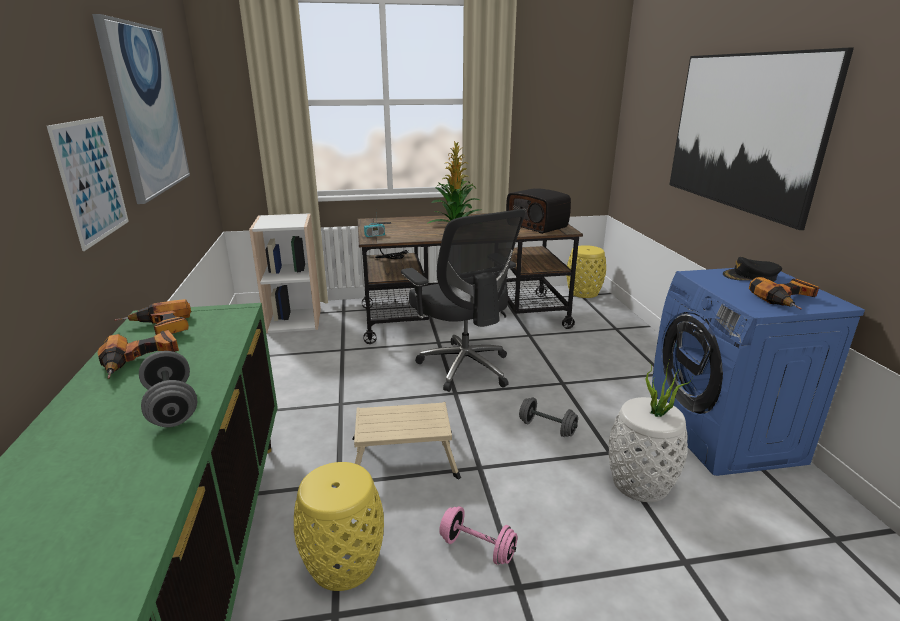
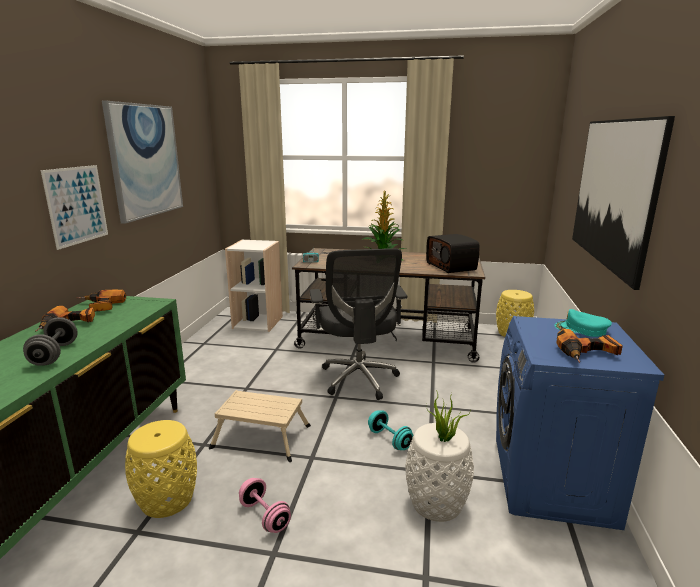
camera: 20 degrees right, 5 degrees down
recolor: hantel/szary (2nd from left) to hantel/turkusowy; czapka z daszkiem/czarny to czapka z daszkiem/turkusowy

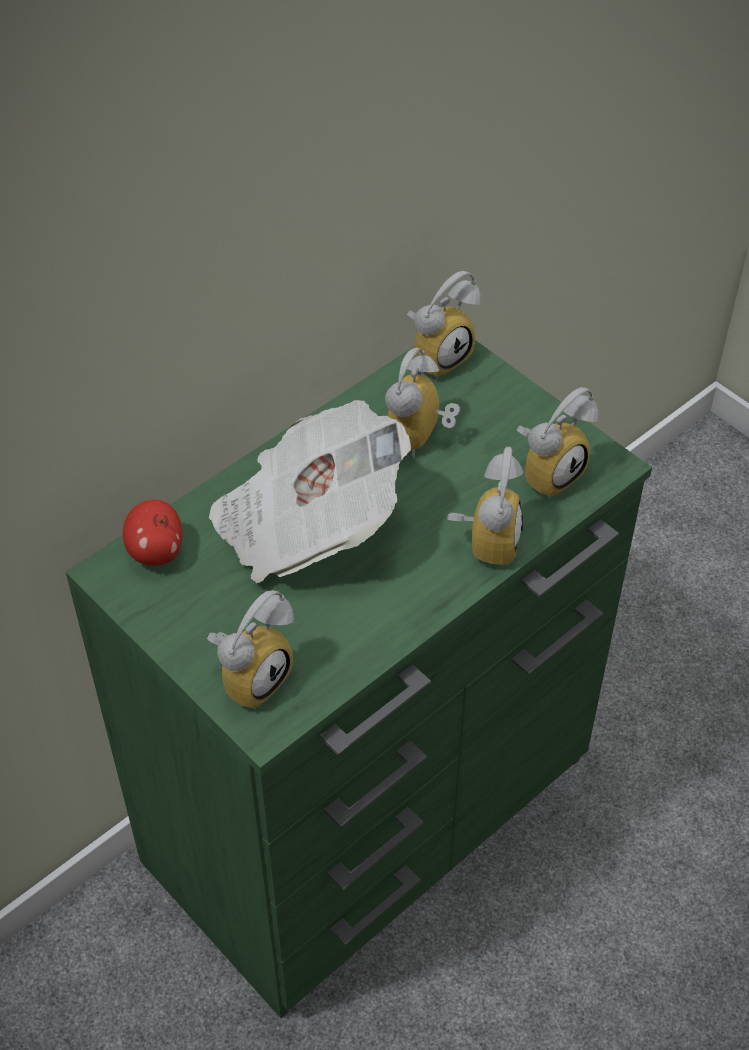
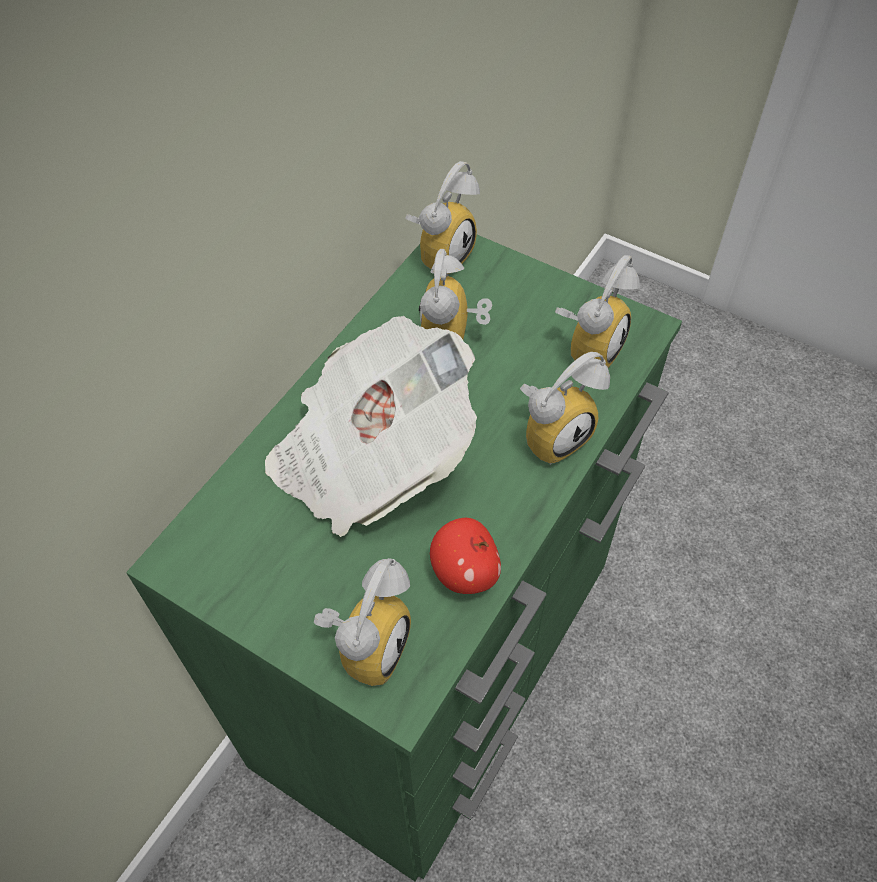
camera: 15 degrees left, 5 degrees up
move: jabłko
rotate: budzik (4th from left) 60 degrees clockwise

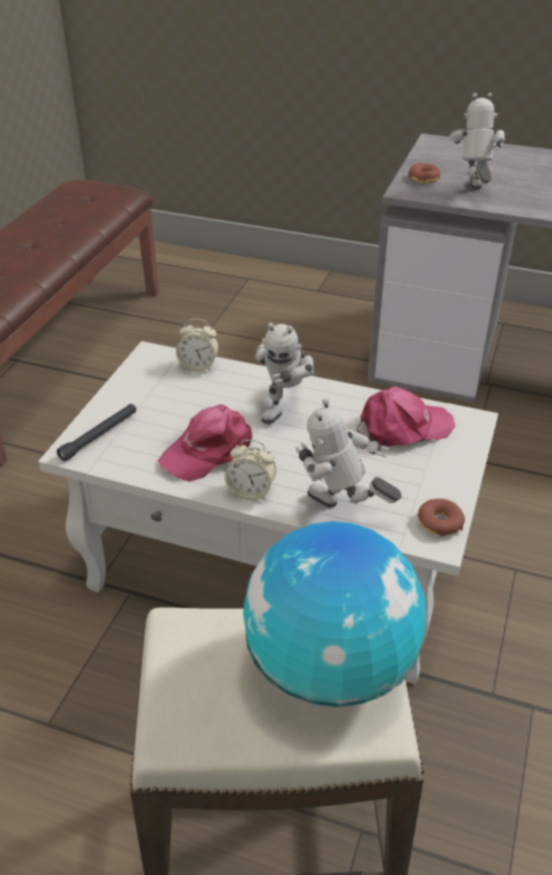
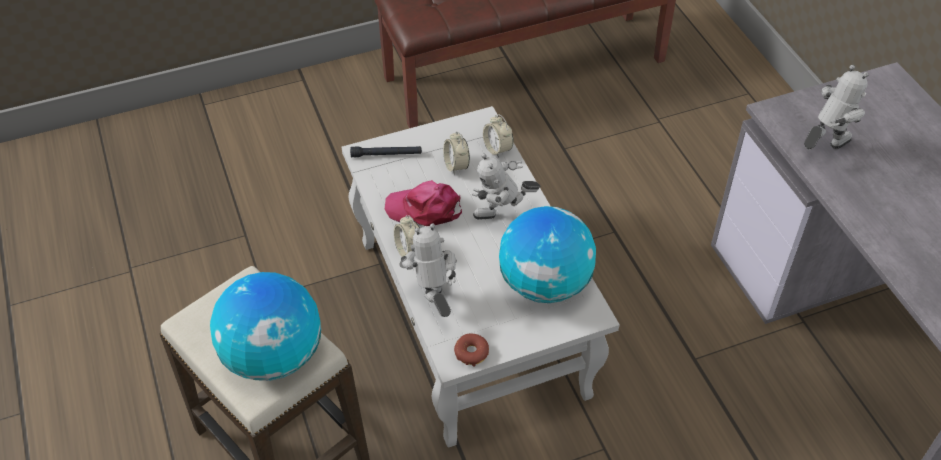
camera: 50 degrees right, 10 degrees up
delete: donut (1st from left)
insert: budzik (2nd from left)
replace: czapka z daszkiem/różowy (2nd from left) to globus (2nd from left)

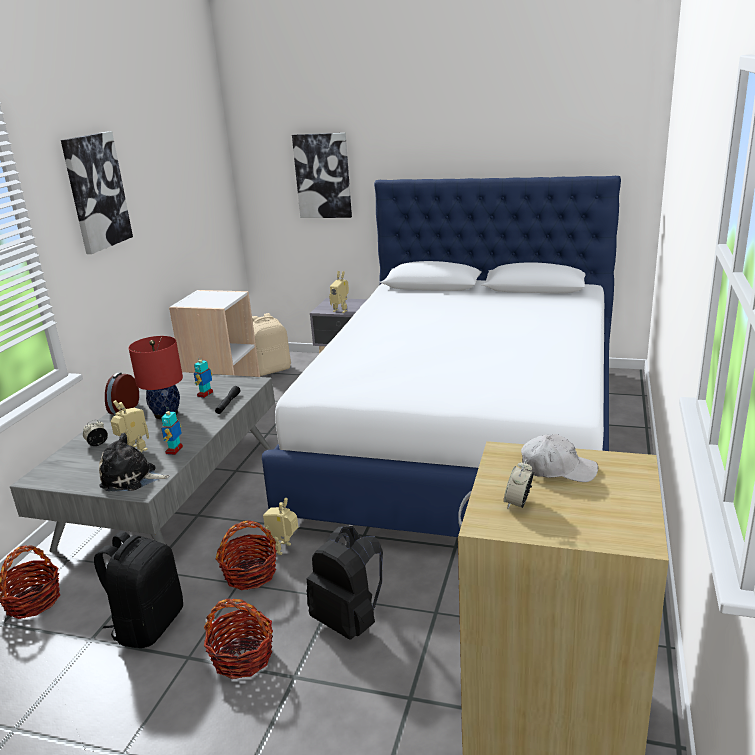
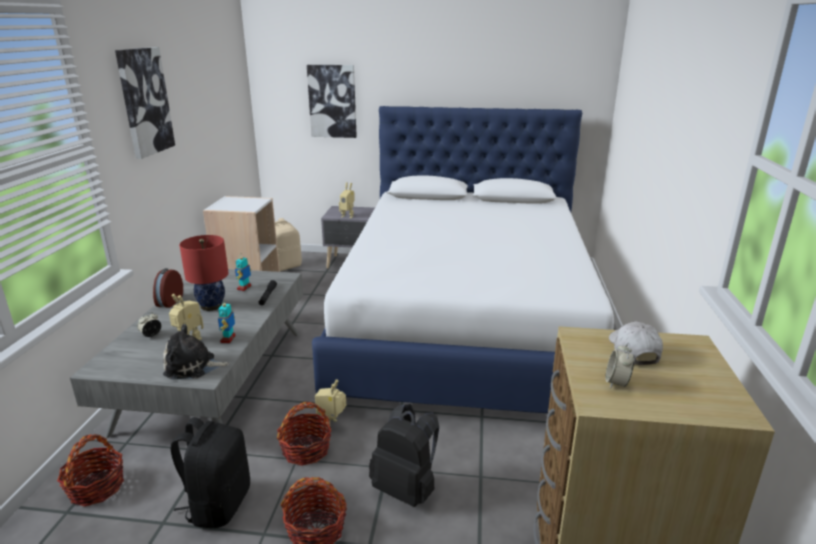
camera: 10 degrees left, 0 degrees up
rotate: czapka z daszkiem/biały 90 degrees counterclockwise

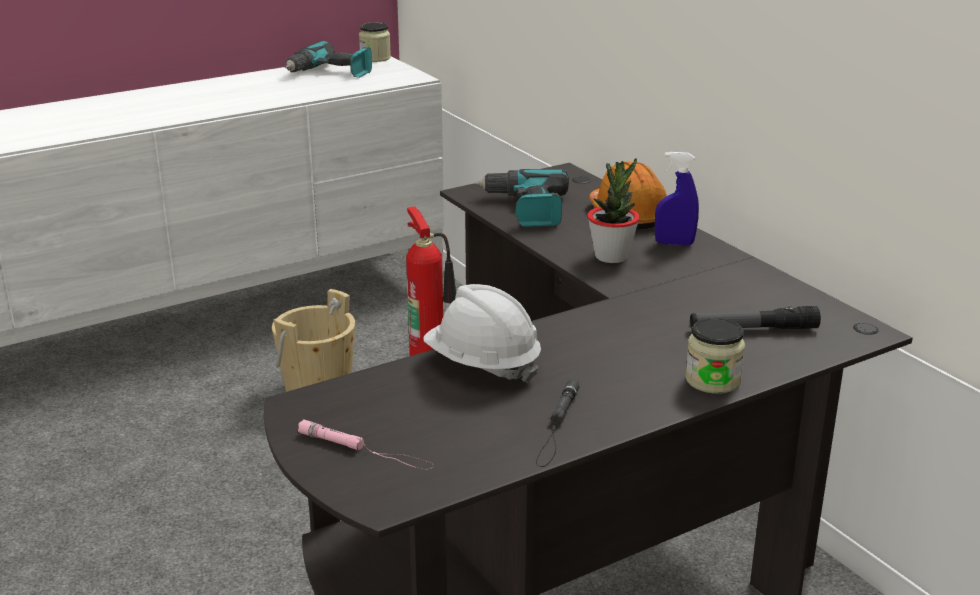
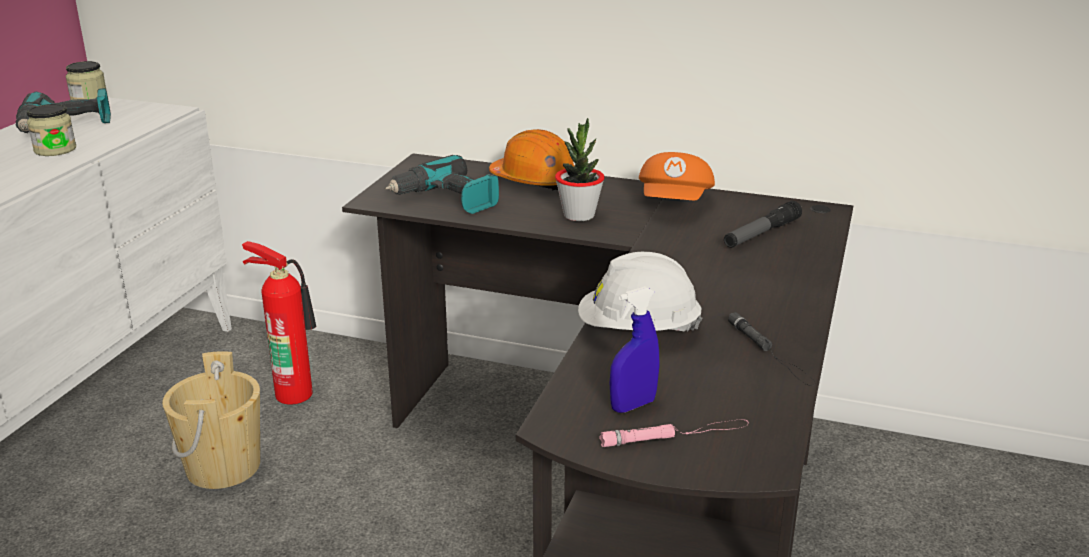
camera: 40 degrees left, 0 degrees up
insert: czapka z daszkiem/pomarańczowy
move: spryskiwacz/niebieski; słoik (2nd from left in the first image) to słoik (1st from left)

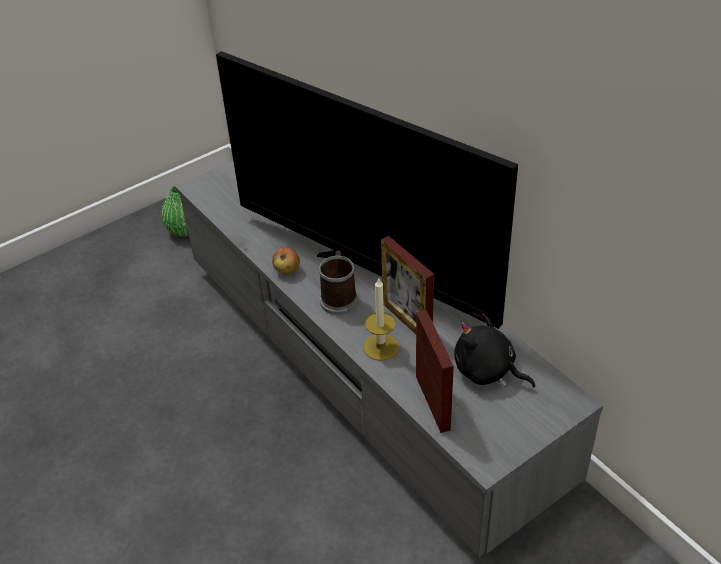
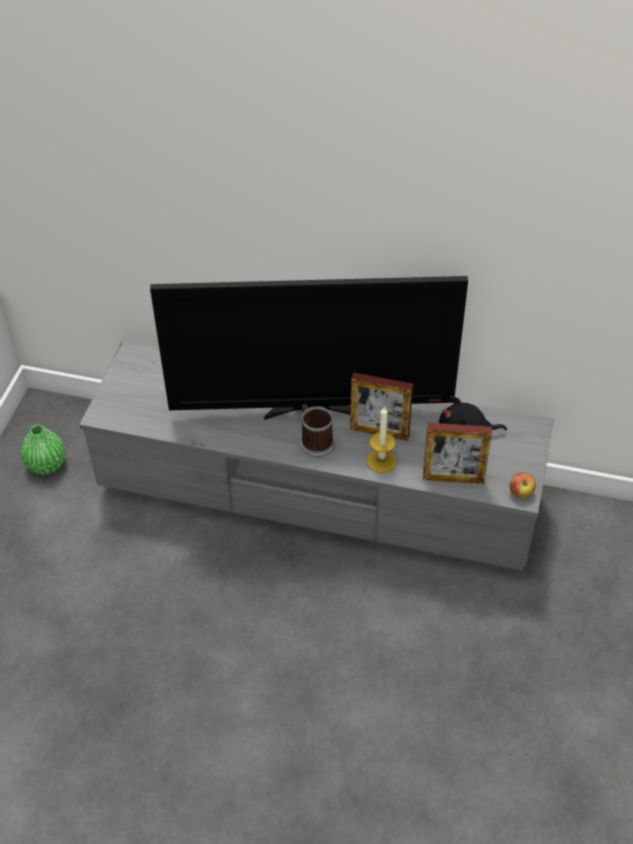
camera: 40 degrees left, 5 degrees up
move: jabłko
rotate: ramka na zdjęcie (2nd from left) 150 degrees clockwise

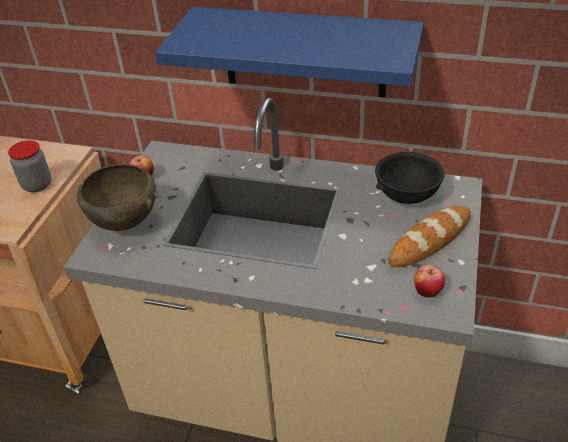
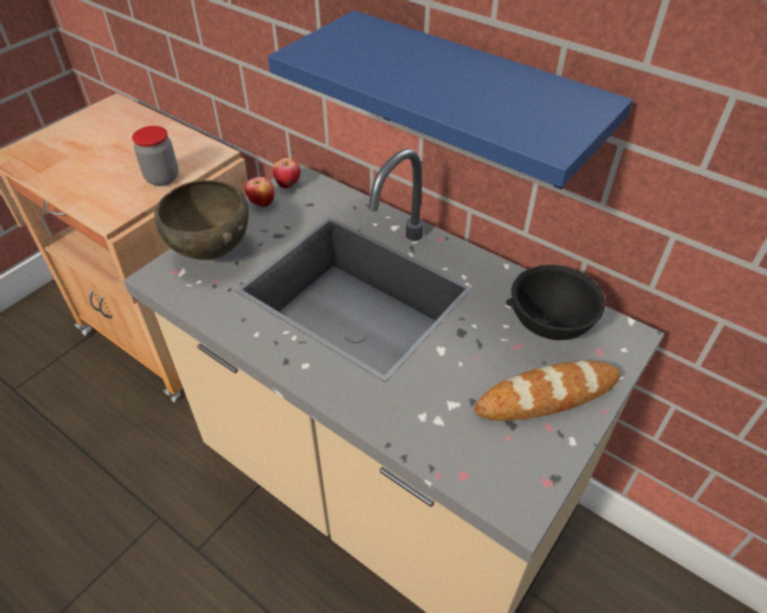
camera: 20 degrees right, 5 degrees up
move: jabłko (2nd from left)

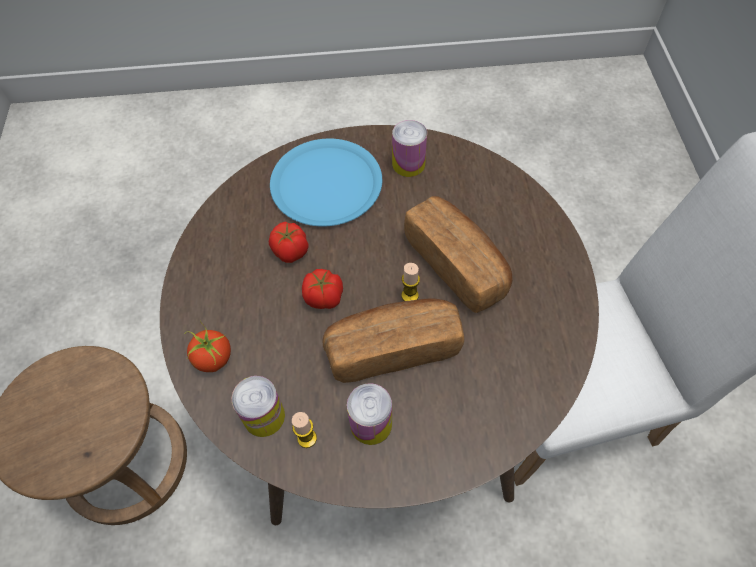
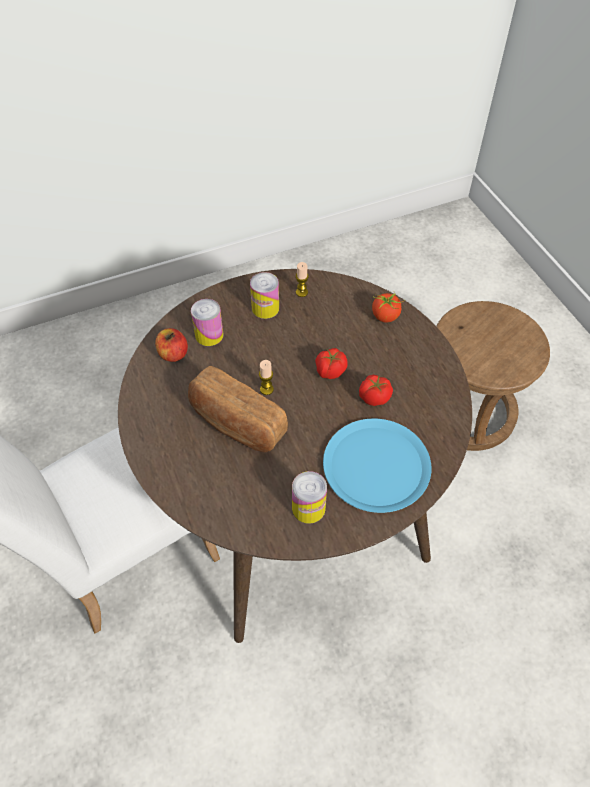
camera: 160 degrees right, 5 degrees down
delete: chleb (1st from left)
insert: jabłko
move: puszka (1st from left)

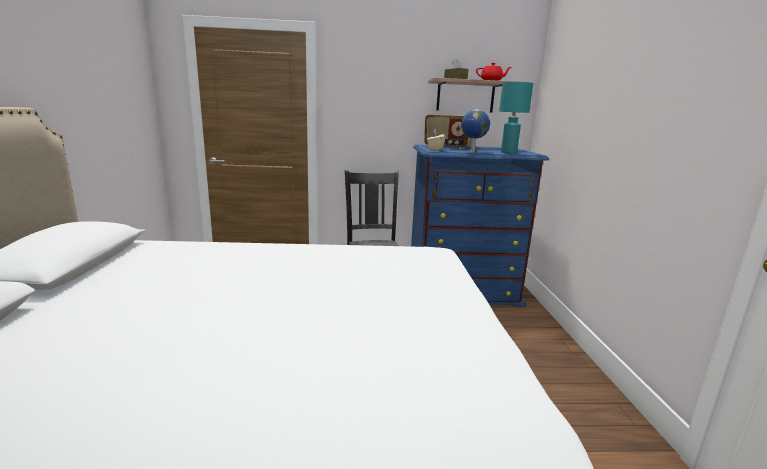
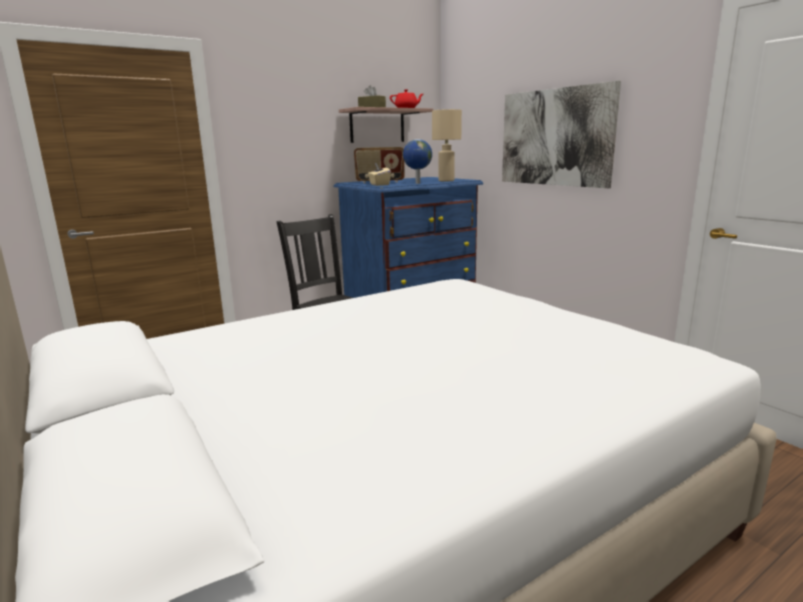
camera: 30 degrees left, 0 degrees up
insert: obraz
recolor: lampa stołowa/turkusowy to lampa stołowa/beżowy

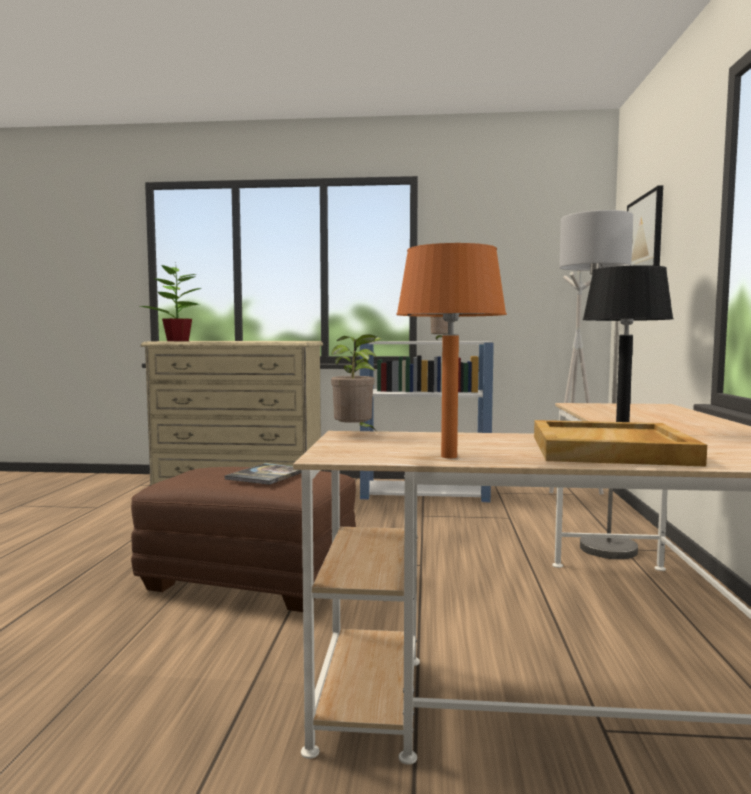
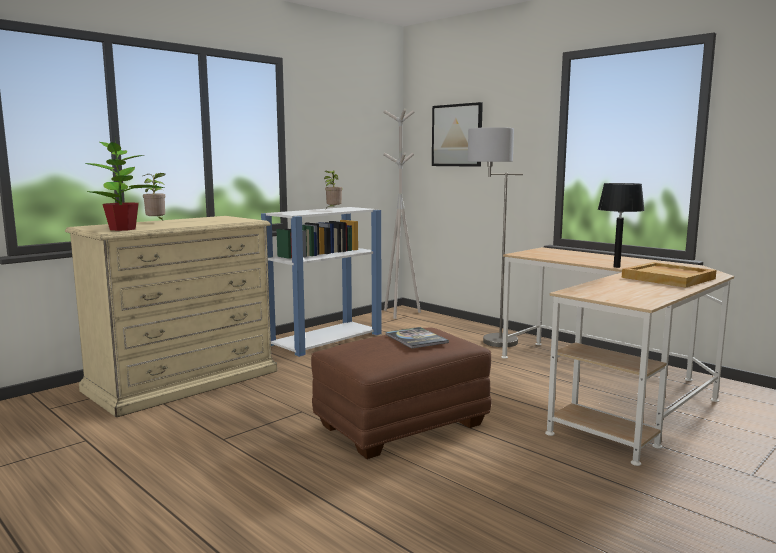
camera: 50 degrees left, 5 degrees up
delete: lampa stołowa/pomarańczowy
move: roślina doniczkowa (2nd from left)

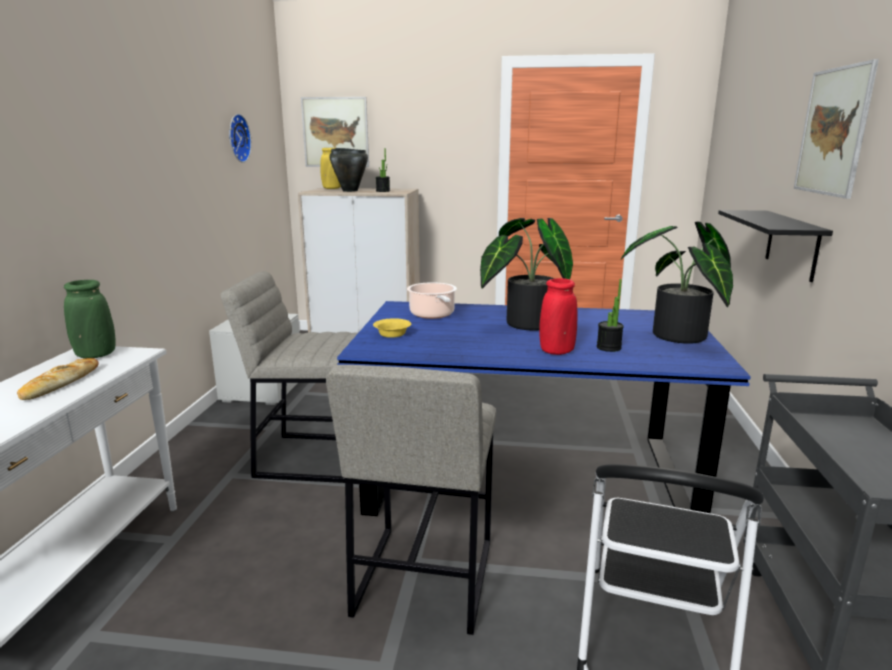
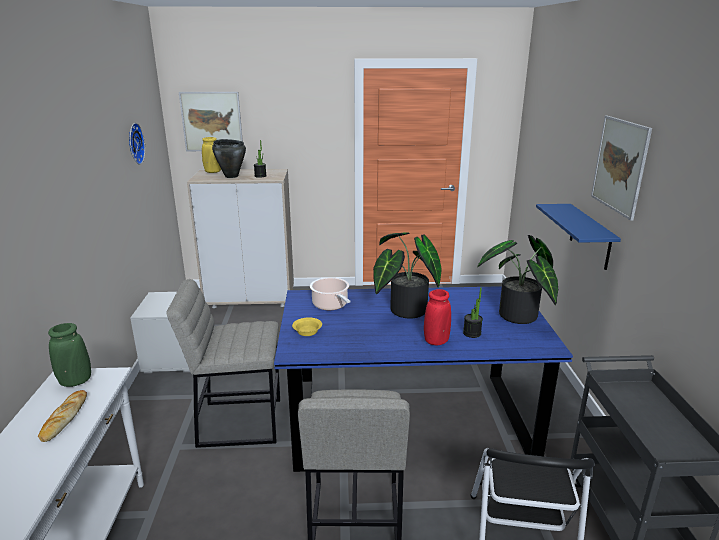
camera: 10 degrees left, 5 degrees up
recolor: półka/czarny to półka/niebieski

